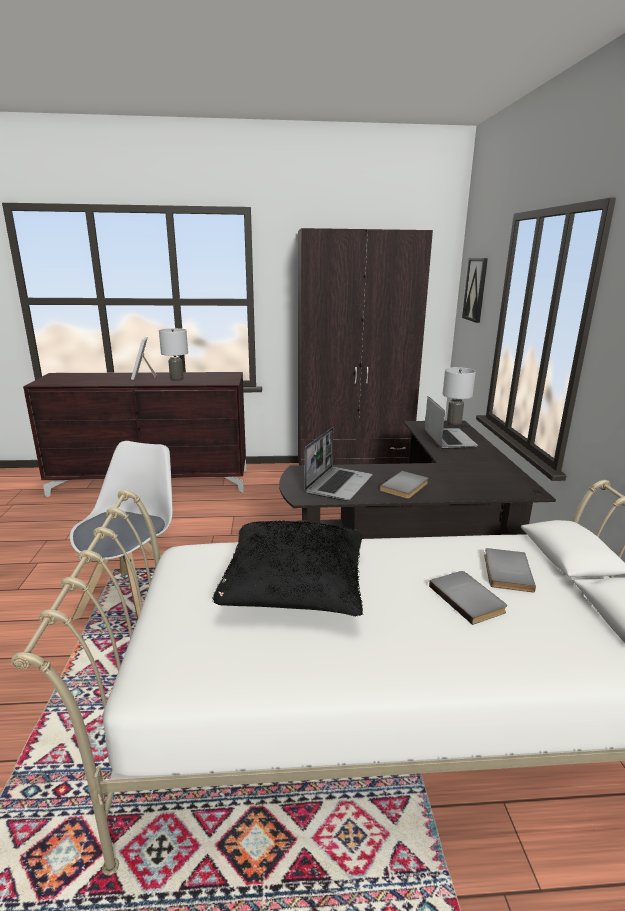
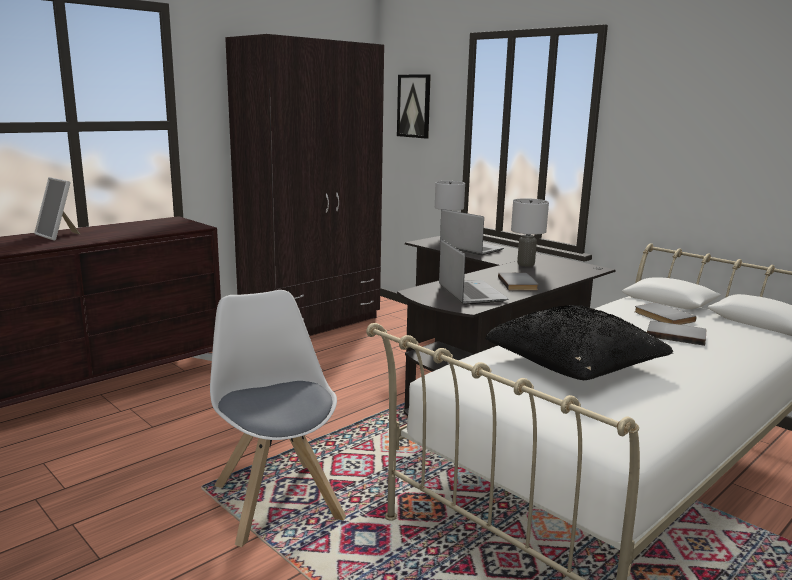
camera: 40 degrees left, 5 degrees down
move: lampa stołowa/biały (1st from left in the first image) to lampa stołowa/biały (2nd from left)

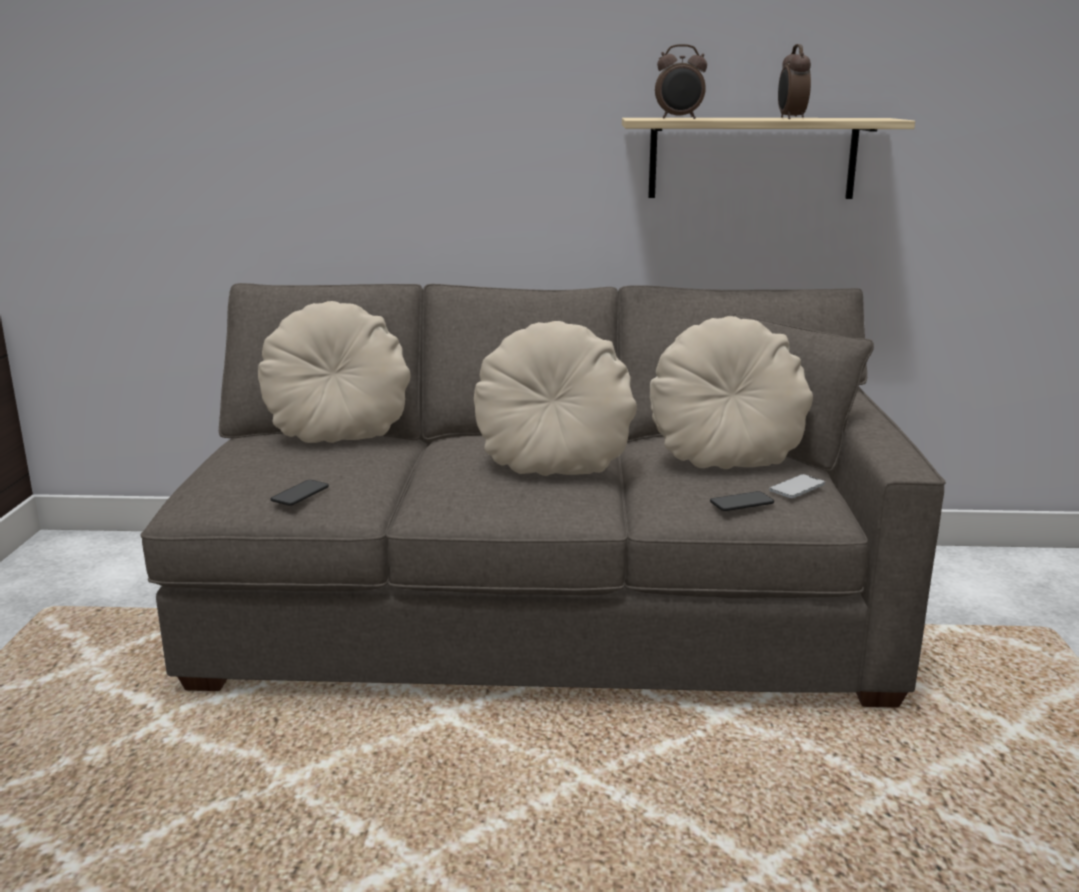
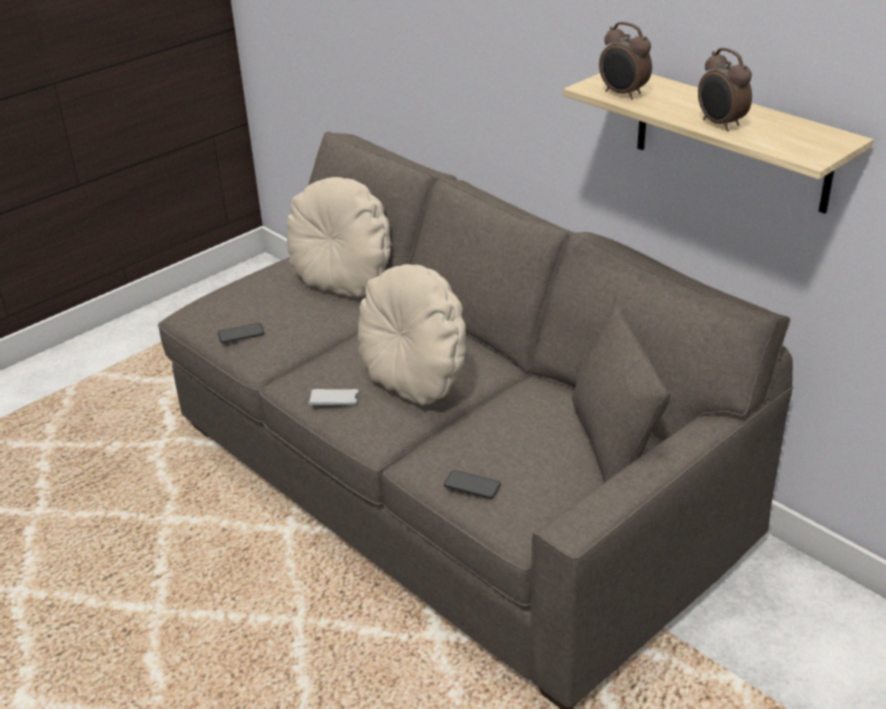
camera: 45 degrees right, 15 degrees up
delete: poduszka/beżowy (3rd from left)
move: telefon (3rd from left in the first image) to telefon (2nd from left)
rotate: budzik (2nd from left) 75 degrees counterclockwise

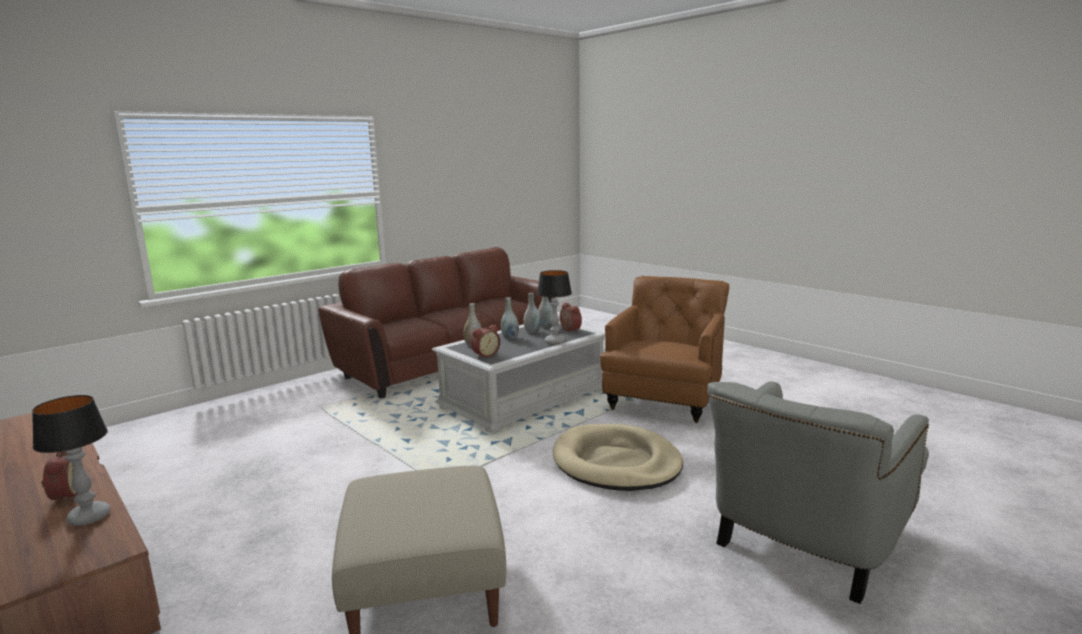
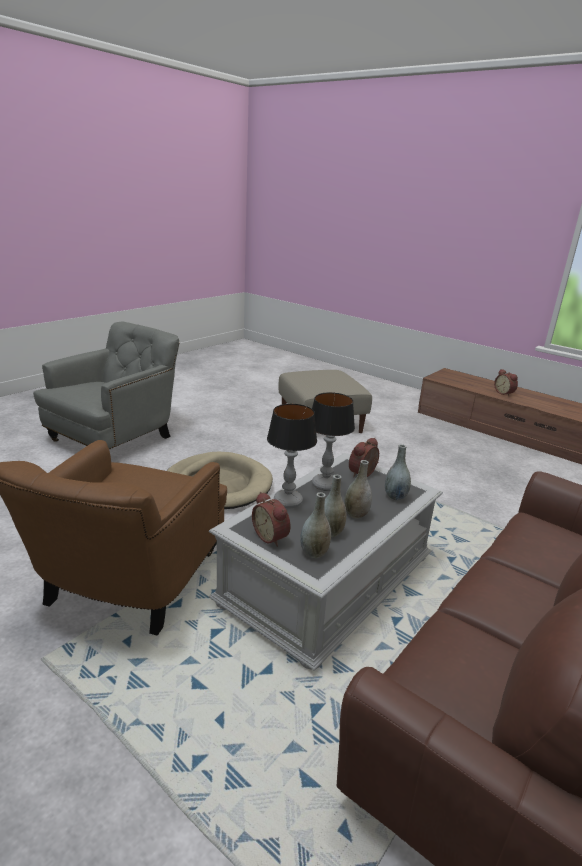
camera: 170 degrees right, 10 degrees up
move: lampa stołowa (1st from left in the first image) to lampa stołowa (2nd from left)

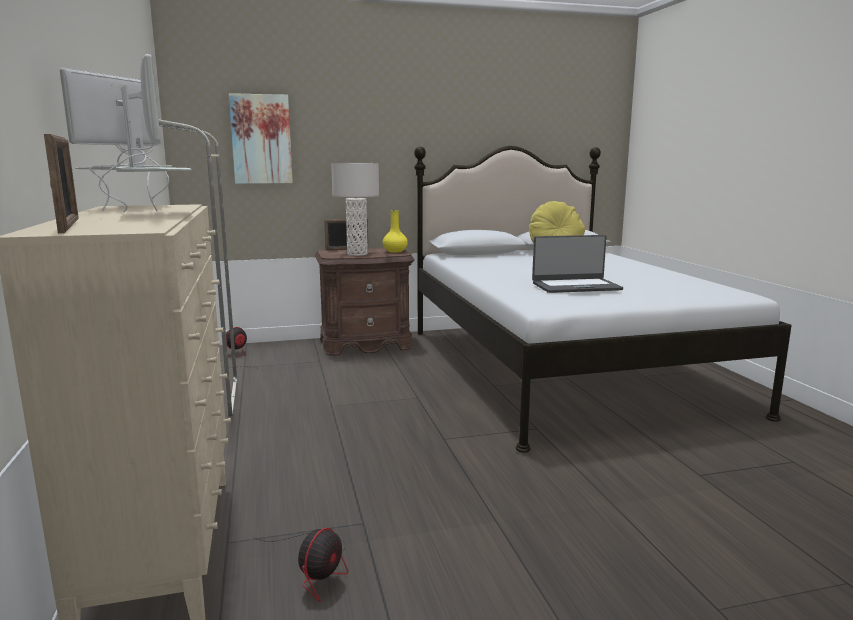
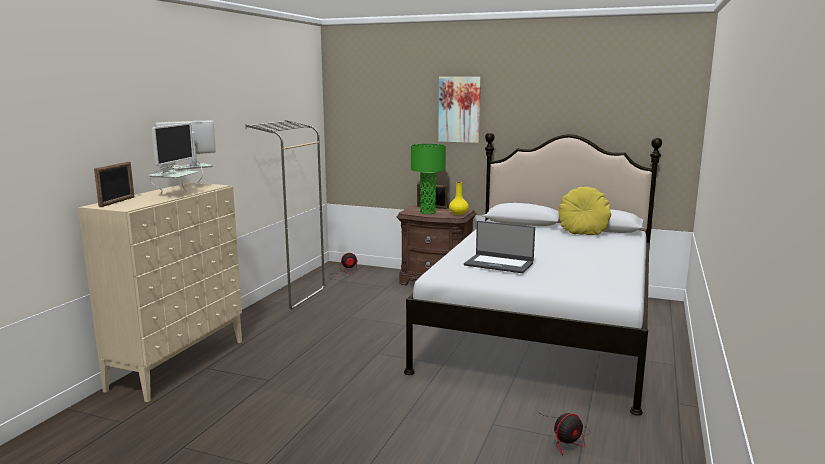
camera: 35 degrees right, 0 degrees up
move: obraz; wentylator (2nd from left)
recolor: lampa stołowa/biały to lampa stołowa/zielony

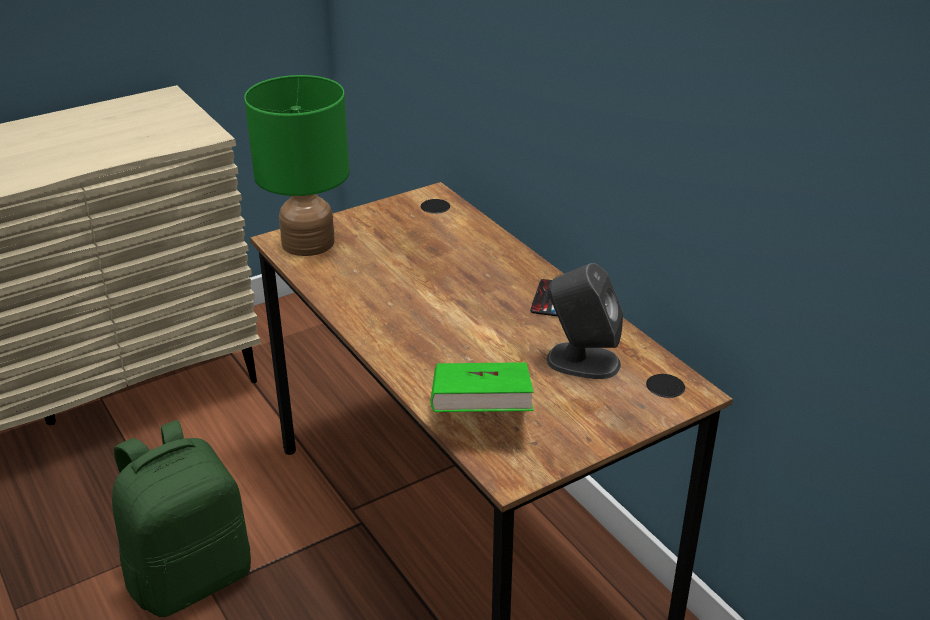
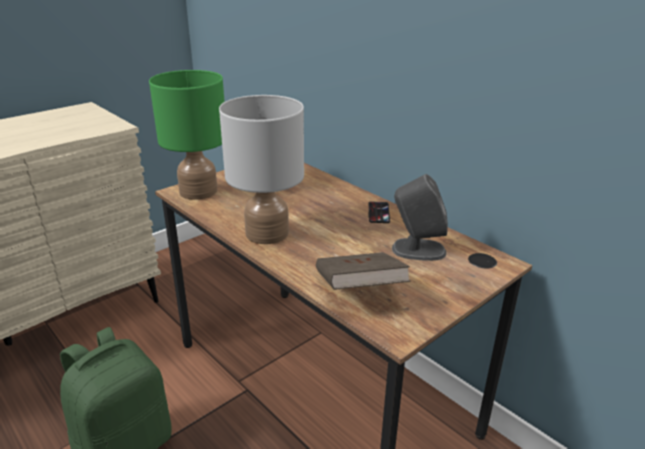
camera: 10 degrees left, 5 degrees down
insert: lampa stołowa/szary
recolor: książka/zielony to książka/brązowy

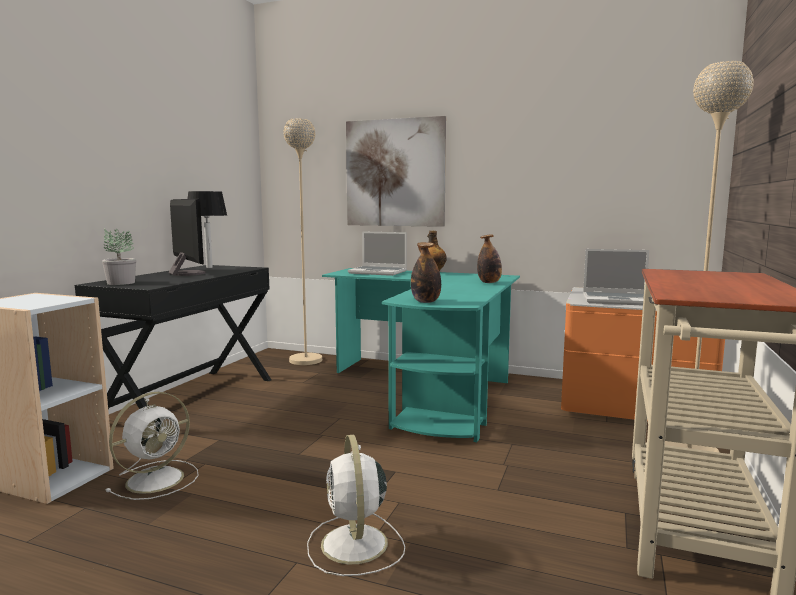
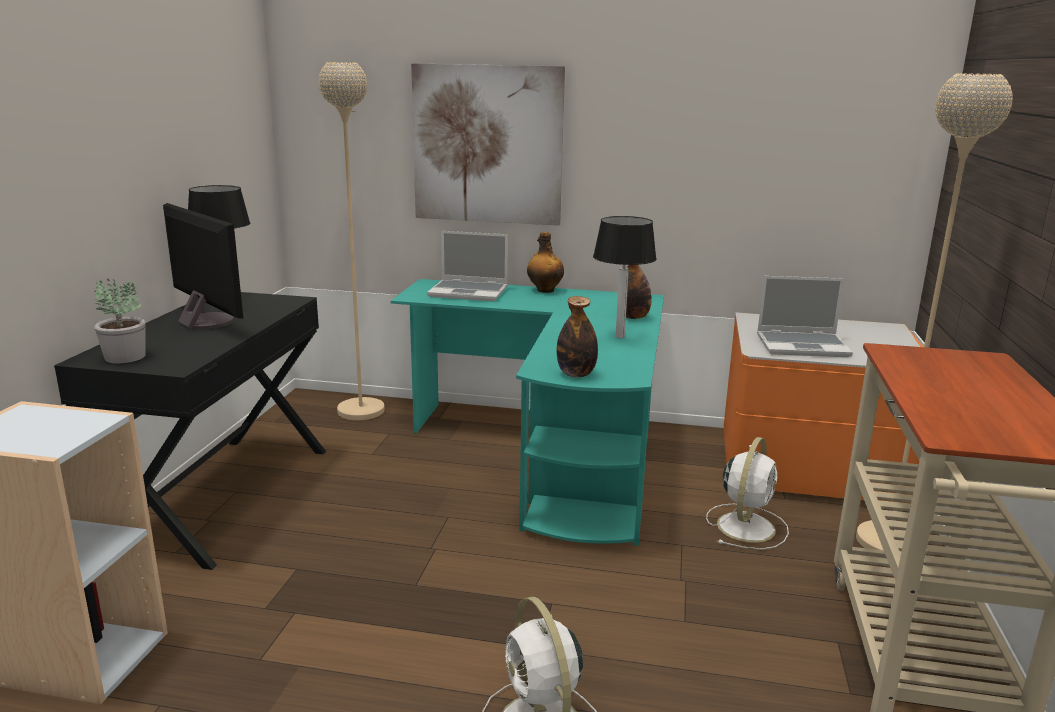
camera: 10 degrees left, 10 degrees up
insert: lampa stołowa (2nd from left)
move: wentylator/biały (1st from left in the first image) to wentylator/biały (2nd from left)

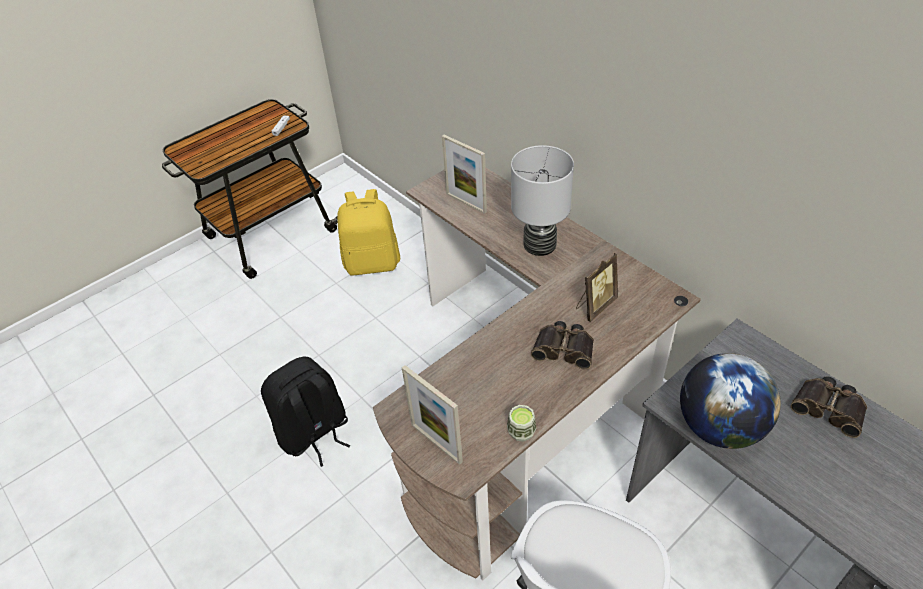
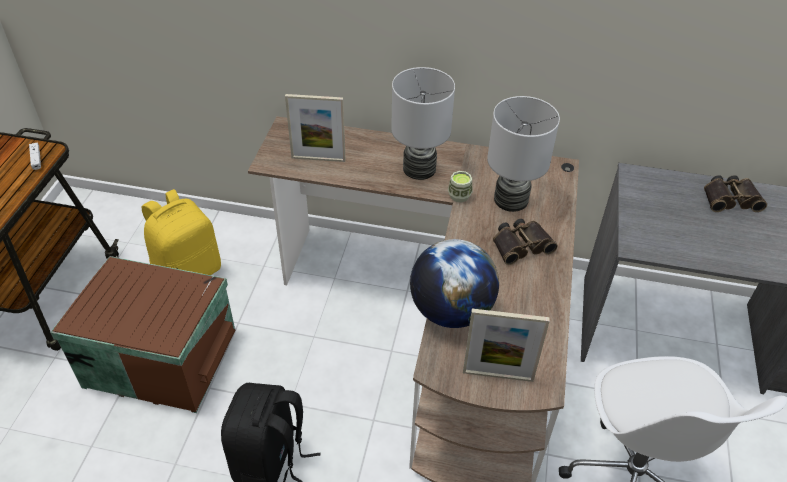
camera: 40 degrees left, 0 degrees up
insert: pojemnik do przechowywania/brązowy
move: filiżanka; globus
replace: ramka na zdjęcie (3rd from left) to lampa stołowa/szary (2nd from left)

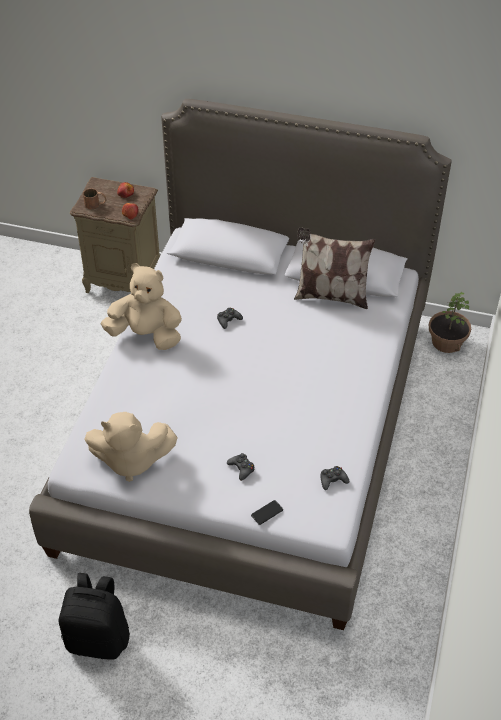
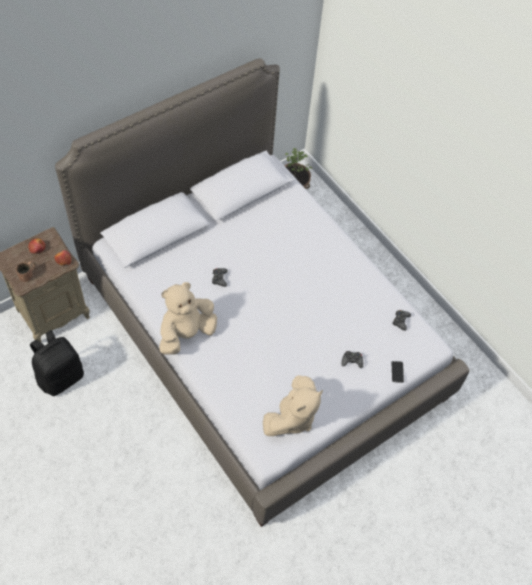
camera: 55 degrees left, 10 degrees up
delete: poduszka
move: plecak/czarny

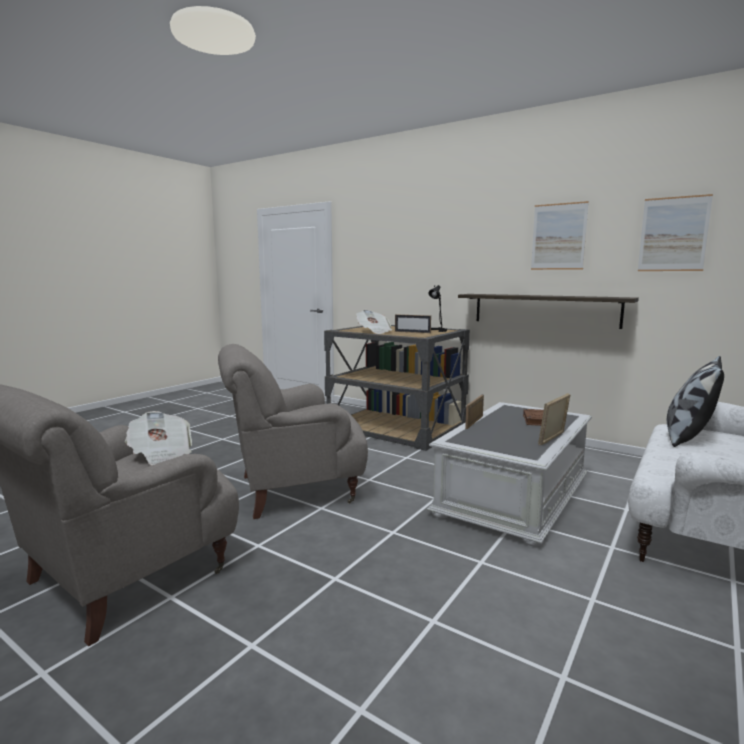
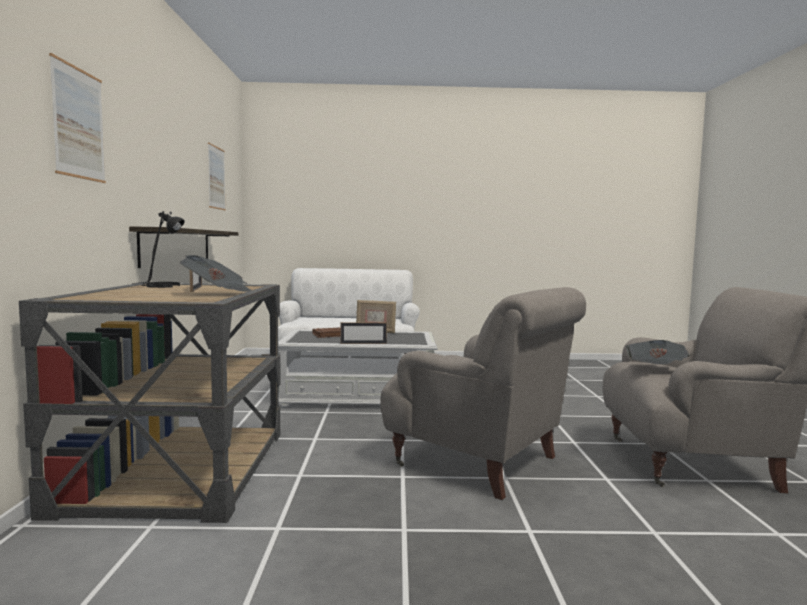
camera: 125 degrees left, 5 degrees down
delete: poduszka
move: obraz (1st from left)

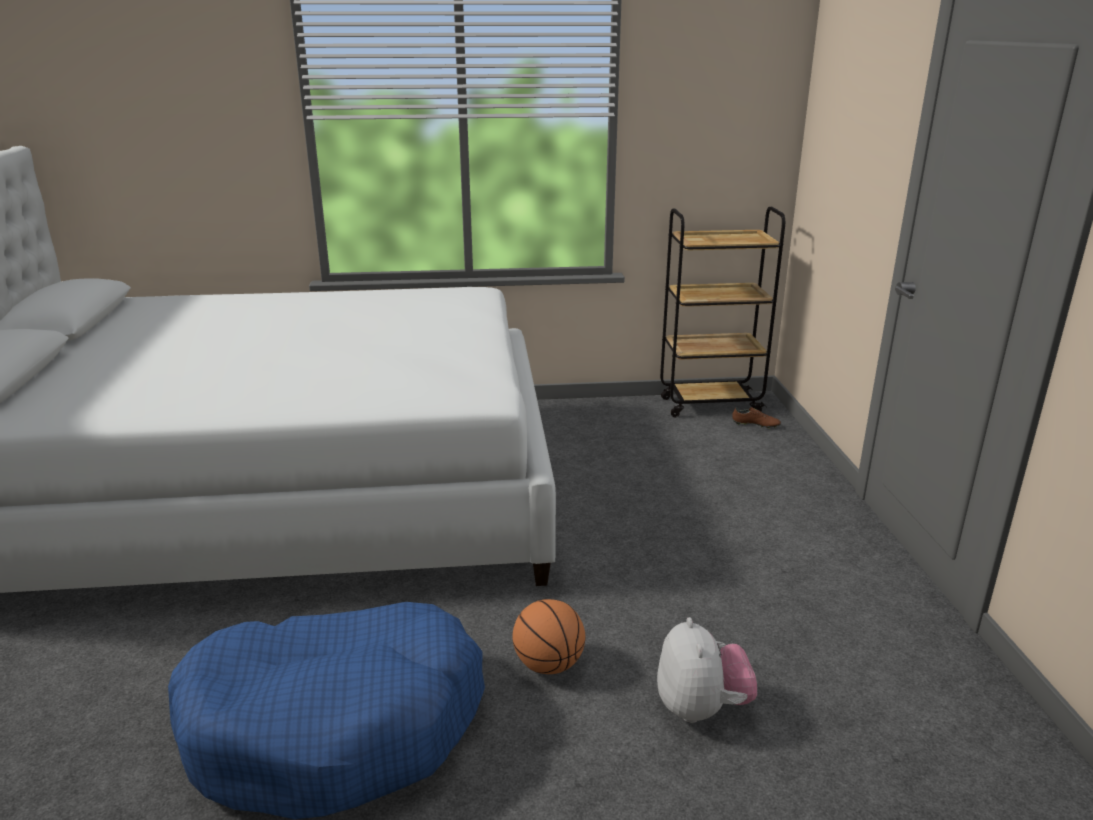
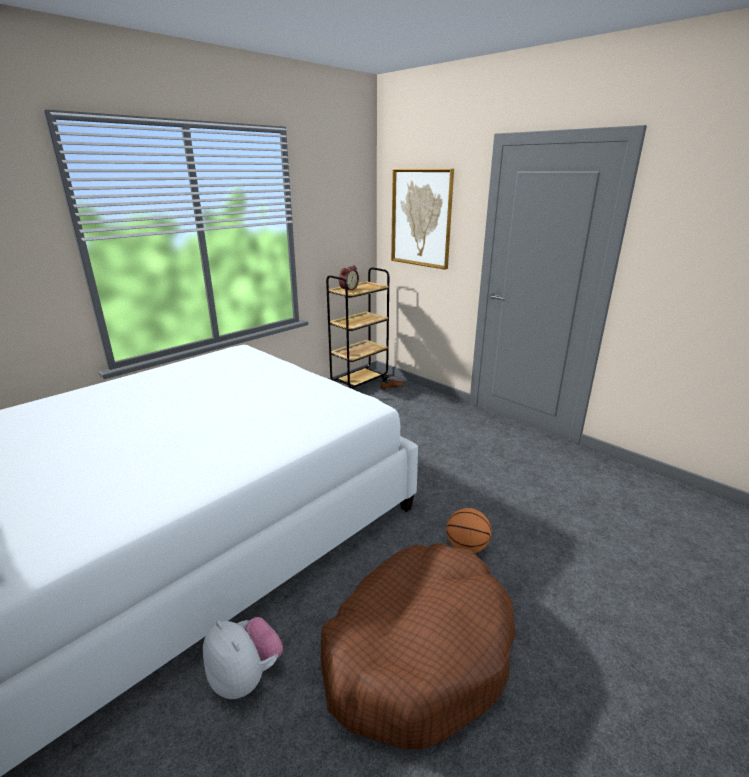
camera: 40 degrees left, 0 degrees up
insert: budzik; obraz
move: pluszak
recolor: legowisko/niebieski to legowisko/brązowy

